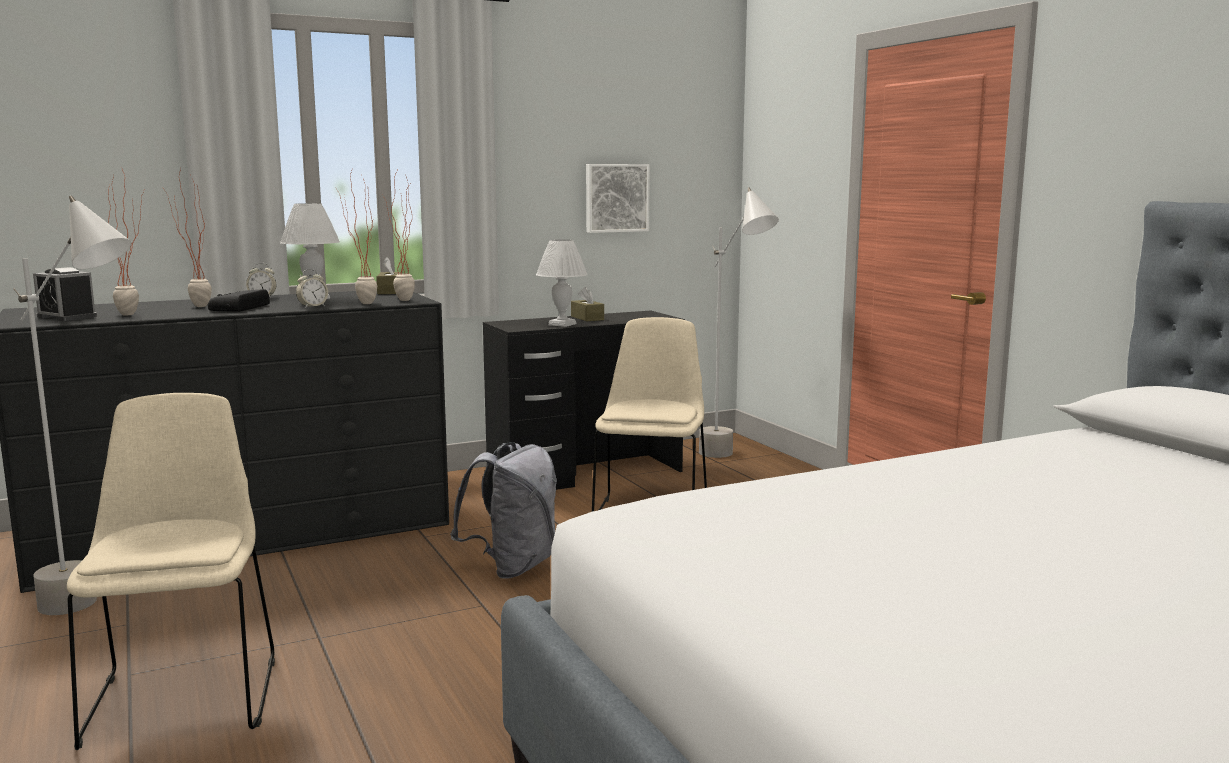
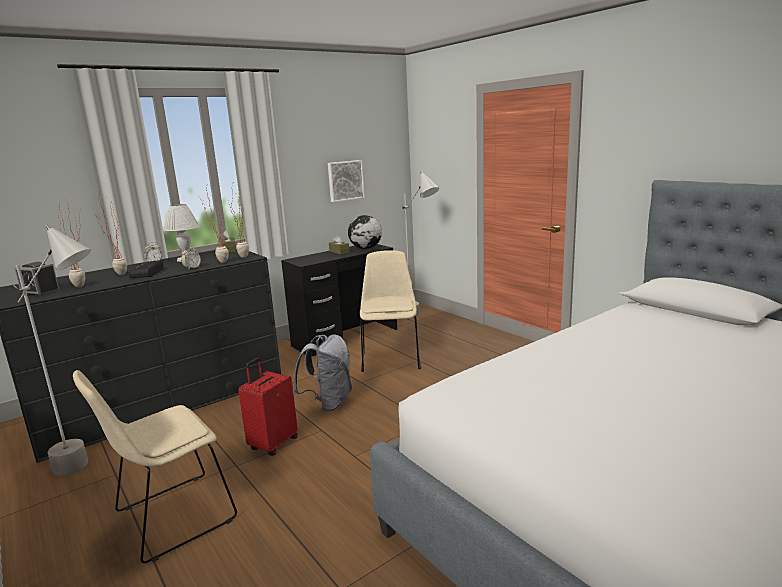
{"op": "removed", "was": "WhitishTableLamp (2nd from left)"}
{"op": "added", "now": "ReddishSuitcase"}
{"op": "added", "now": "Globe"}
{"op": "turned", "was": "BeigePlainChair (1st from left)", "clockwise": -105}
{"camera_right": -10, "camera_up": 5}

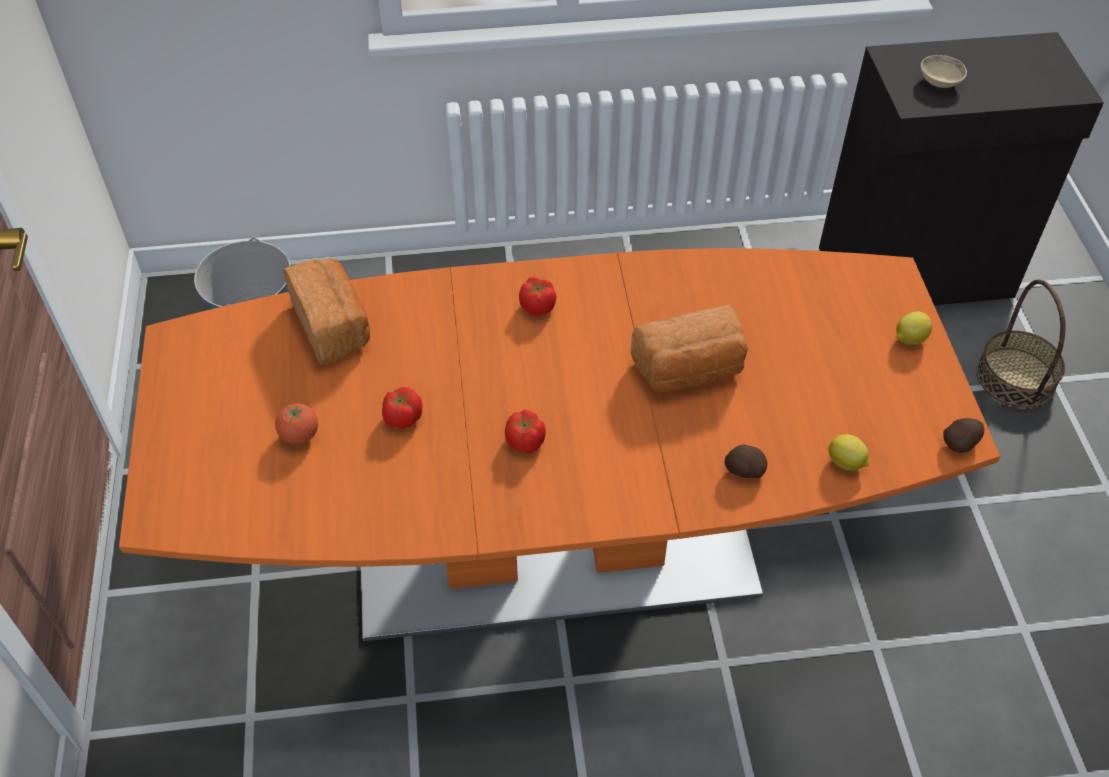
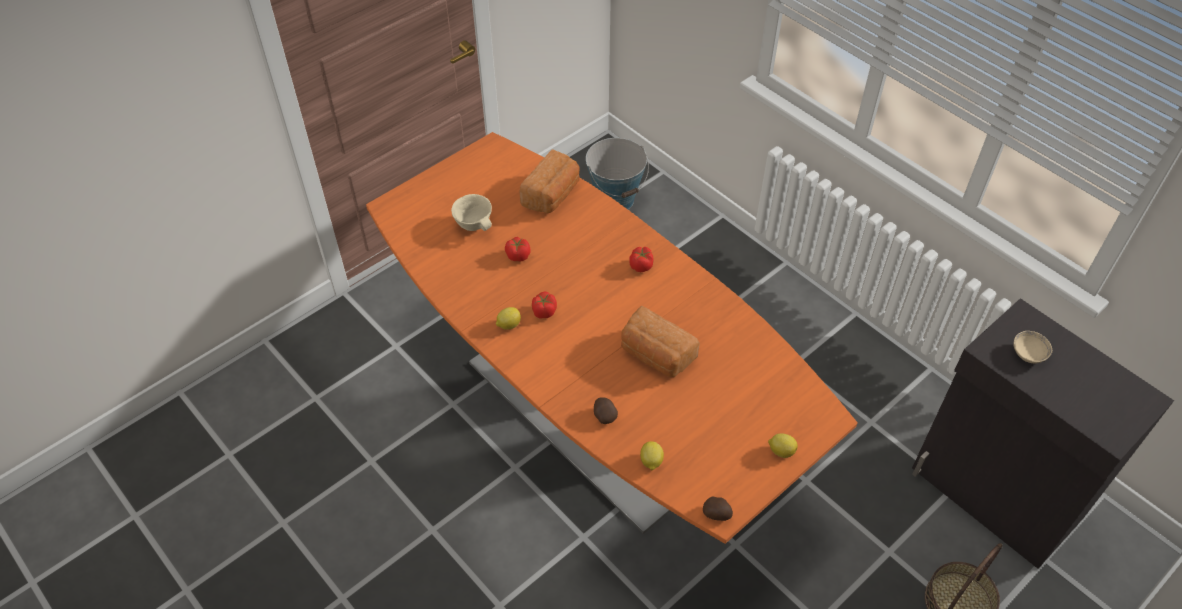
{"op": "added", "now": "CitrusFruit (1st from left)"}
{"op": "replaced", "was": "FreshTomato (1st from left)", "now": "BeigeServingBowl (1st from left)"}
{"camera_right": 55, "camera_up": 0}

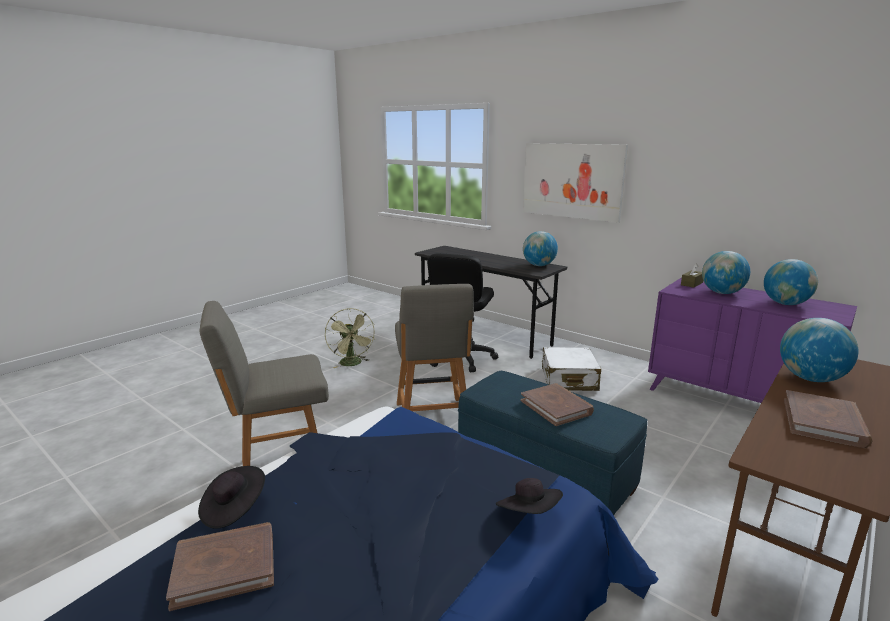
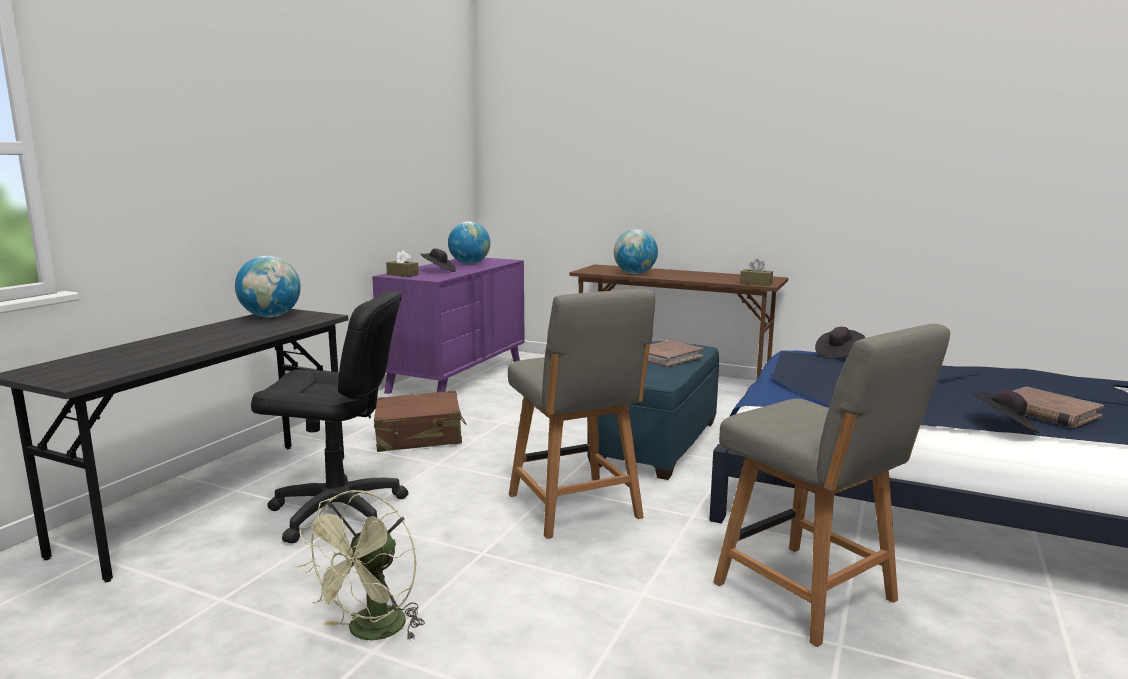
{"op": "removed", "was": "WallArt"}
{"op": "removed", "was": "BrownColouredBoundBook (3rd from left)"}
{"op": "added", "now": "BrownColouredTissueHolder (2nd from left)"}
{"op": "replaced", "was": "Globe (2nd from left)", "now": "BlackColouredClothingHat (1st from left)"}
{"op": "recoloured", "was": "WhitishSuitcase", "now": "BrownColouredSuitcase"}
{"op": "turned", "was": "GreenColouredCoolingFan", "clockwise": 150}
{"op": "turned", "was": "GreyishPlainChair (2nd from left in the first image)", "clockwise": 90}
{"camera_right": -105, "camera_up": -5}

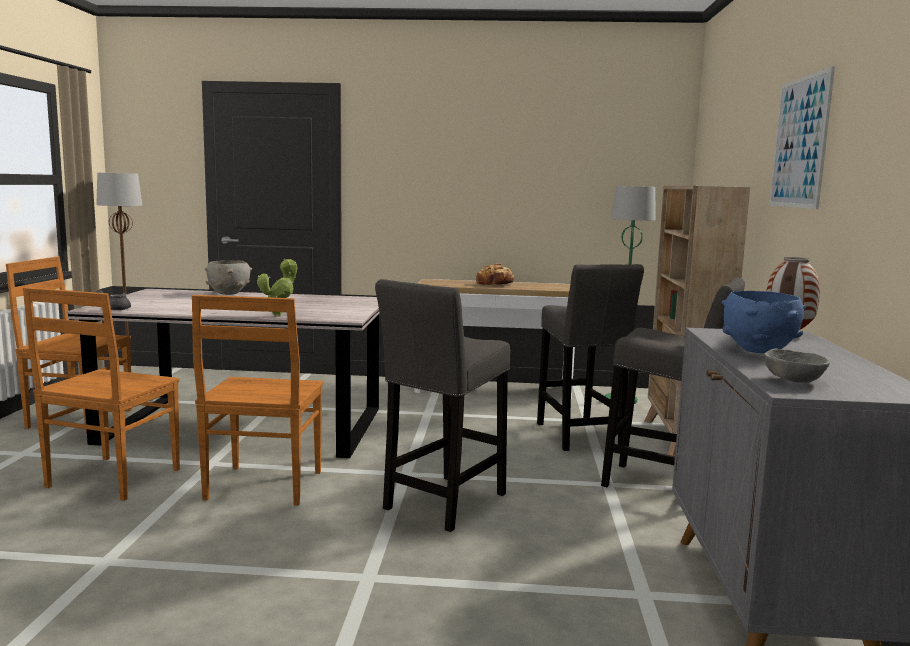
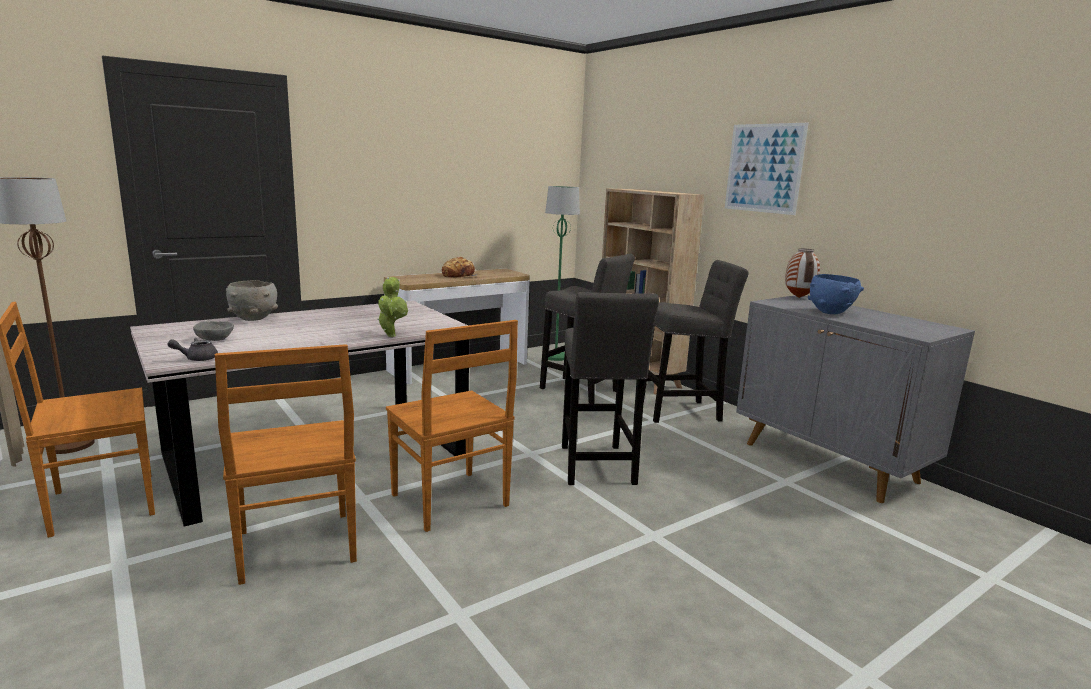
{"op": "moved", "was": "GreyishServingBowl (2nd from left in the first image)", "now": "GreyishServingBowl (1st from left)"}
{"camera_right": -40, "camera_up": 5}

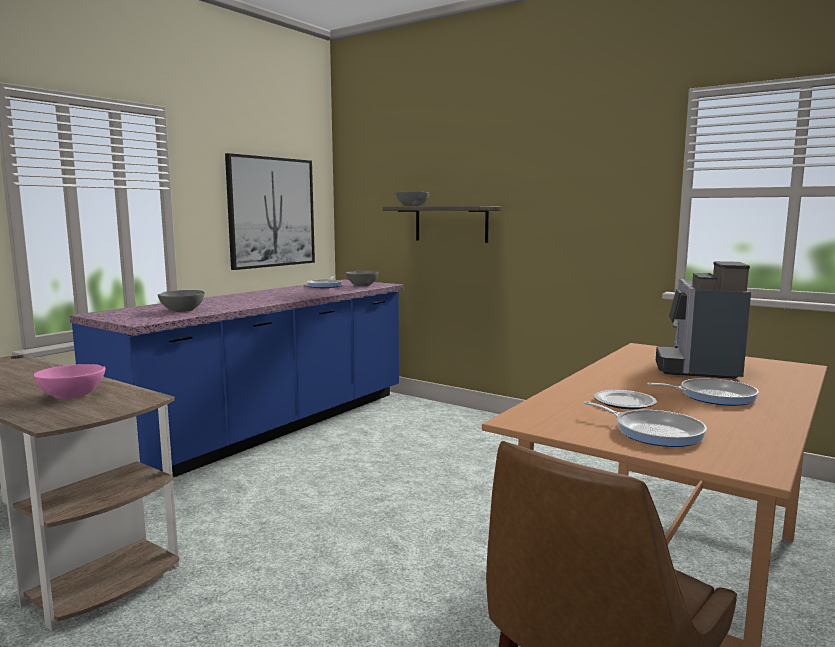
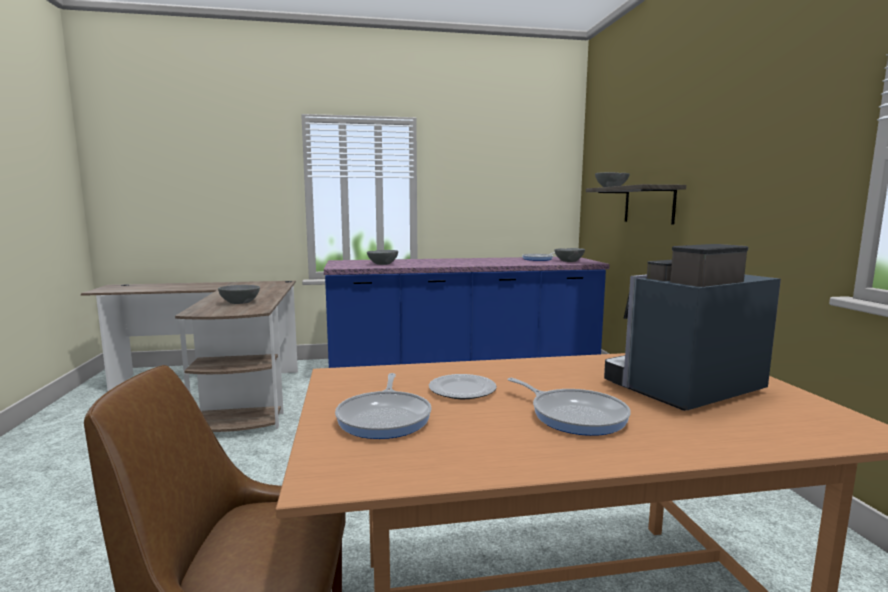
{"op": "removed", "was": "WallArt"}
{"op": "recoloured", "was": "PinkServingBowl", "now": "GreyishServingBowl (1st from left)"}
{"camera_right": 45, "camera_up": 0}

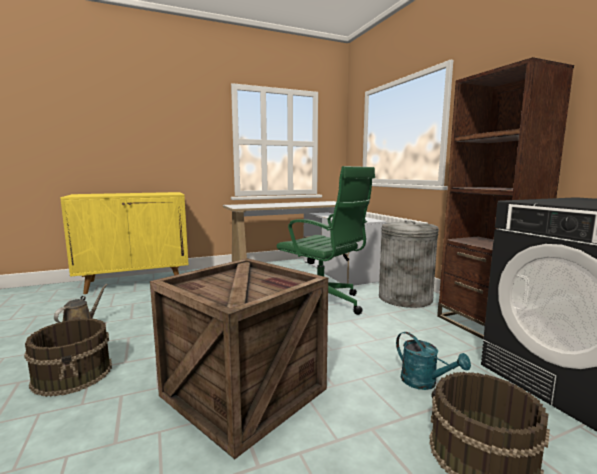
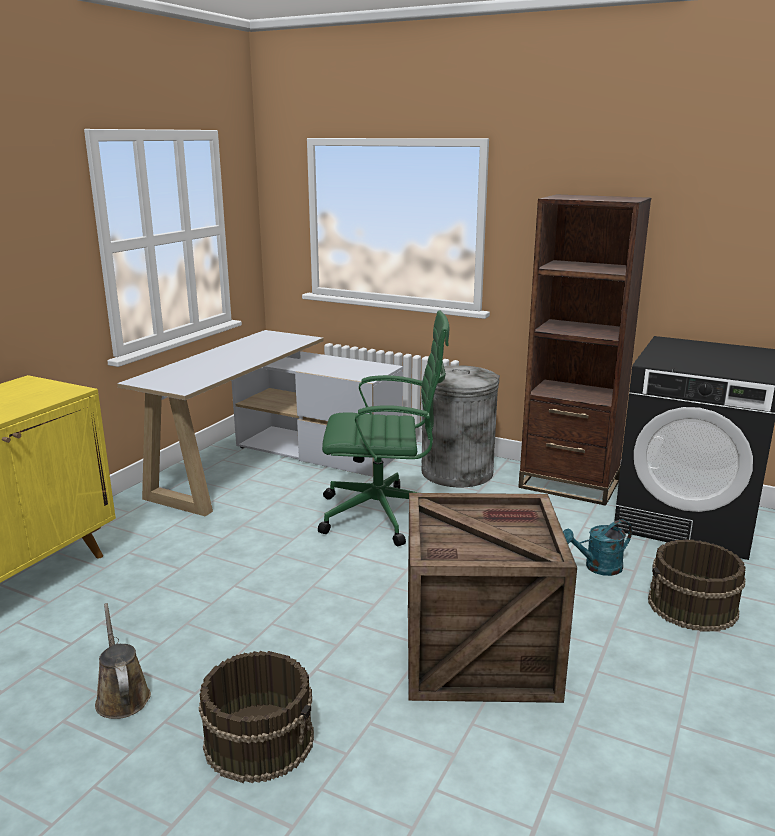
{"op": "turned", "was": "BlueGreenSprinklingCan", "clockwise": 150}
{"camera_right": -40, "camera_up": 10}

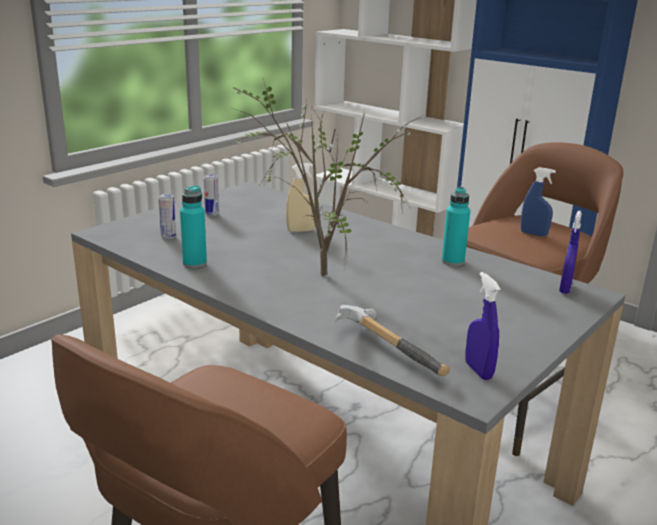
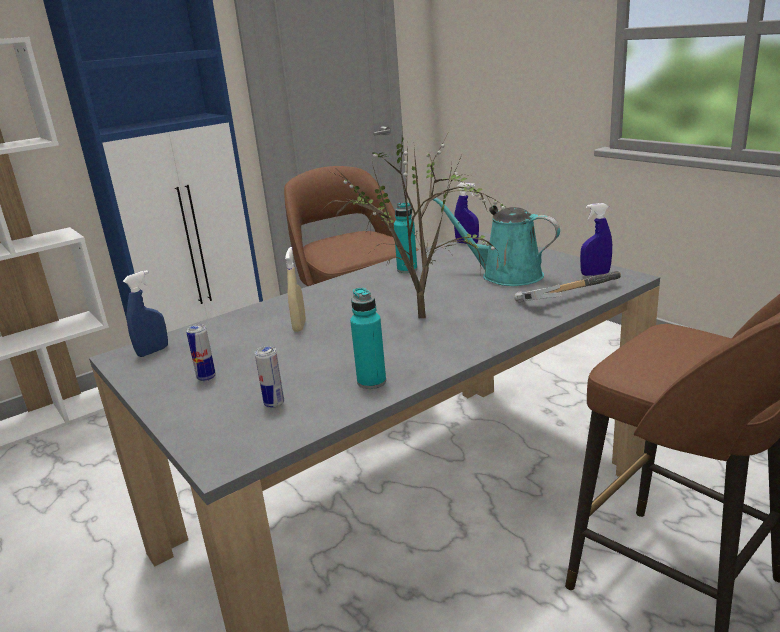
{"op": "added", "now": "BlueGreenSprinklingCan"}
{"op": "moved", "was": "BluishSprayBottle (2nd from left in the first image)", "now": "BluishSprayBottle (1st from left)"}
{"camera_right": -75, "camera_up": 0}

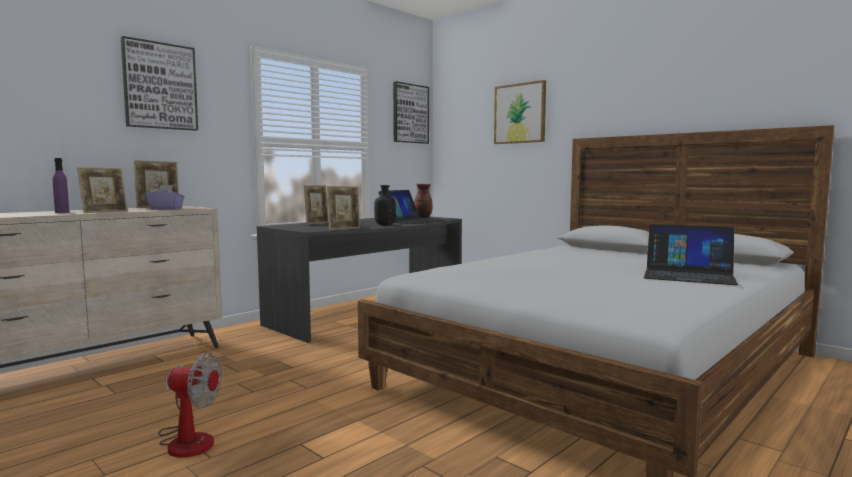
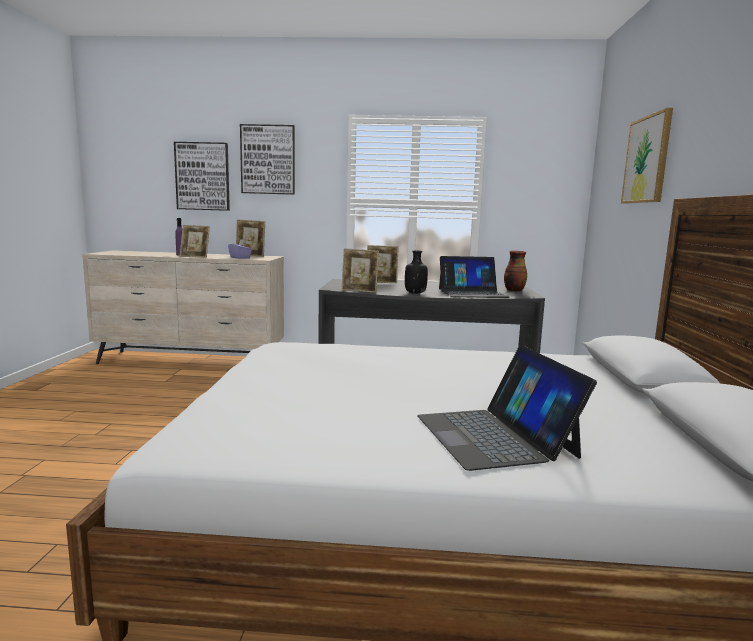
{"op": "removed", "was": "CoolingFan"}
{"op": "moved", "was": "WallArt (2nd from left in the first image)", "now": "WallArt (1st from left)"}
{"camera_right": 50, "camera_up": 5}

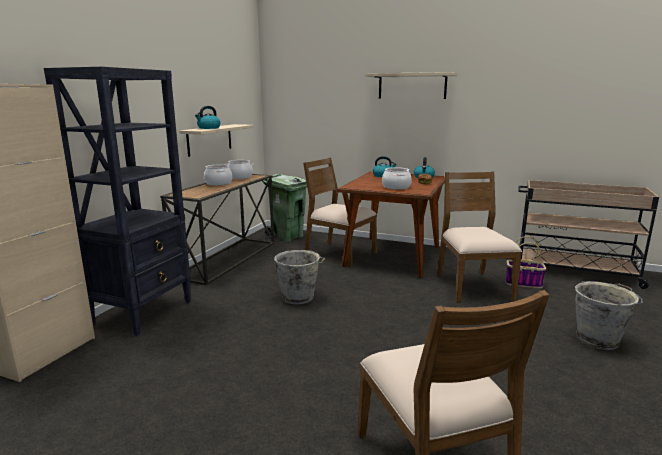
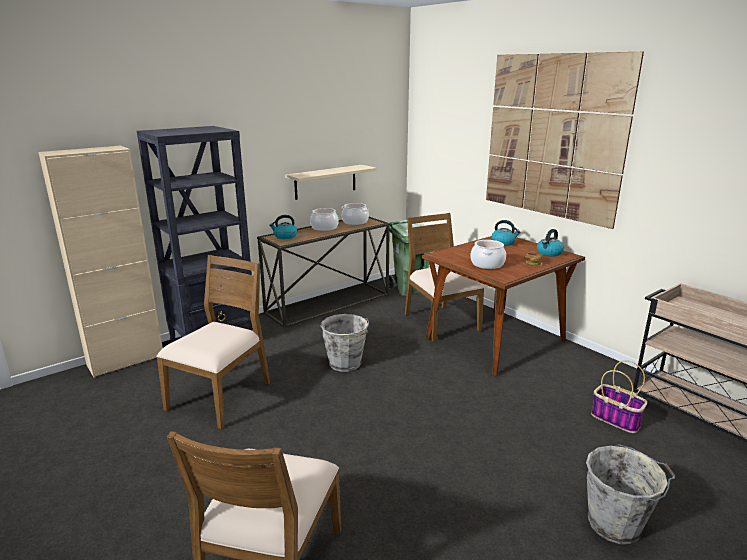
{"op": "moved", "was": "WaterKettle (1st from left)"}
{"op": "moved", "was": "BrownColouredPlainChair (3rd from left in the first image)", "now": "BrownColouredPlainChair (1st from left)"}
{"op": "replaced", "was": "BeigeWallShelf (2nd from left)", "now": "WallArt"}
{"camera_right": 30, "camera_up": 5}

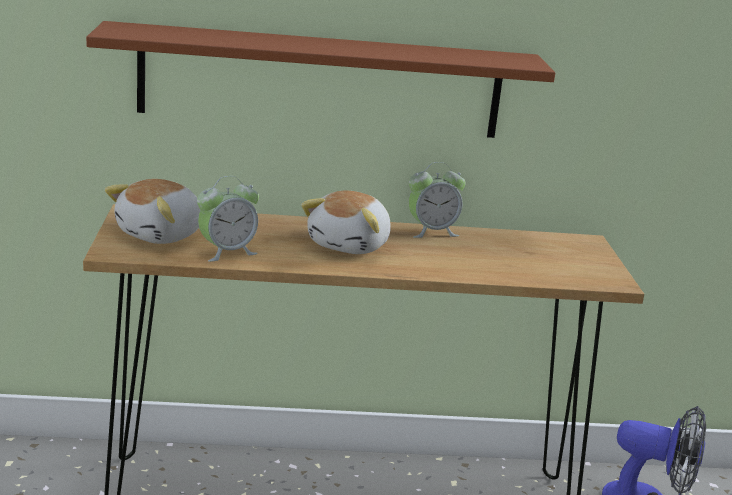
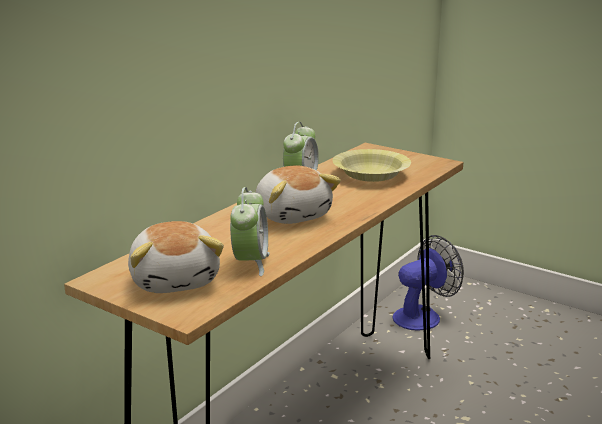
{"op": "removed", "was": "BrownColouredWallShelf"}
{"op": "added", "now": "YellowishServingBowl"}
{"camera_right": -50, "camera_up": 0}

